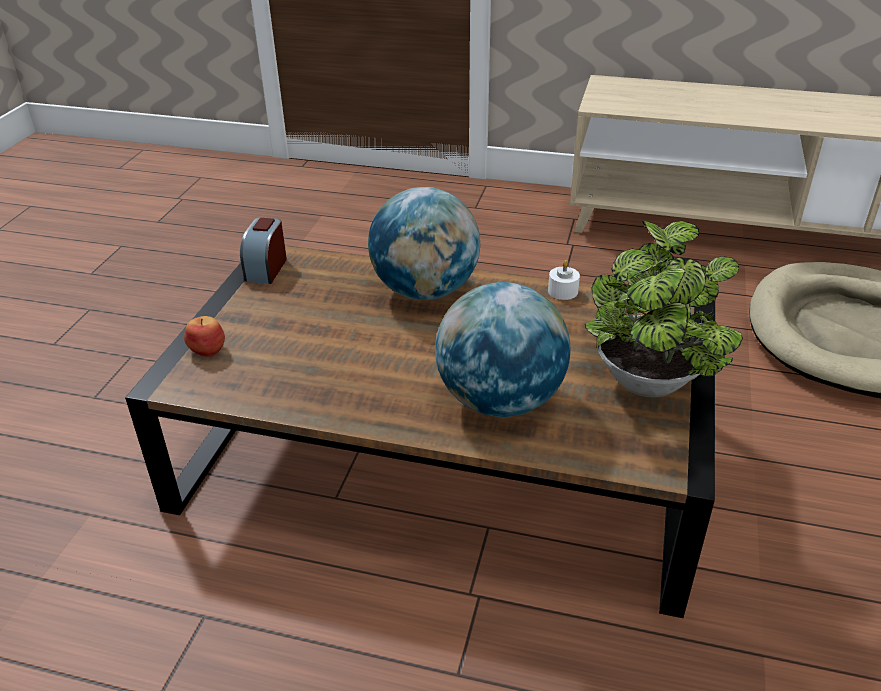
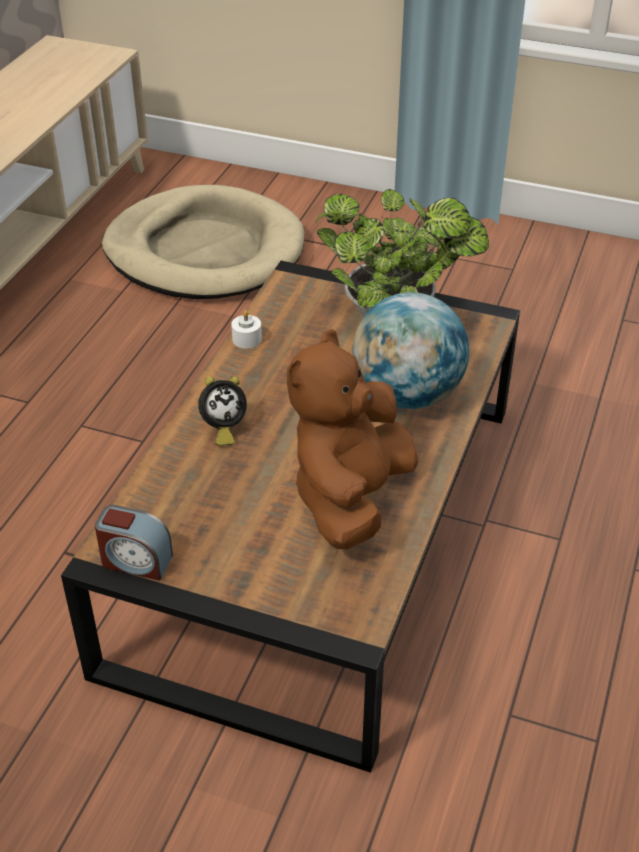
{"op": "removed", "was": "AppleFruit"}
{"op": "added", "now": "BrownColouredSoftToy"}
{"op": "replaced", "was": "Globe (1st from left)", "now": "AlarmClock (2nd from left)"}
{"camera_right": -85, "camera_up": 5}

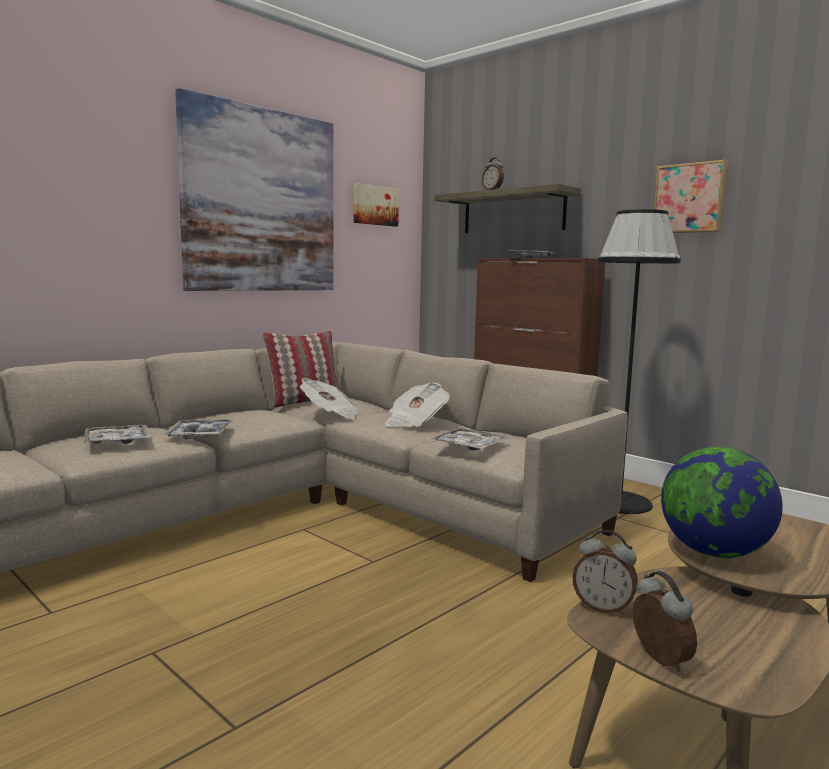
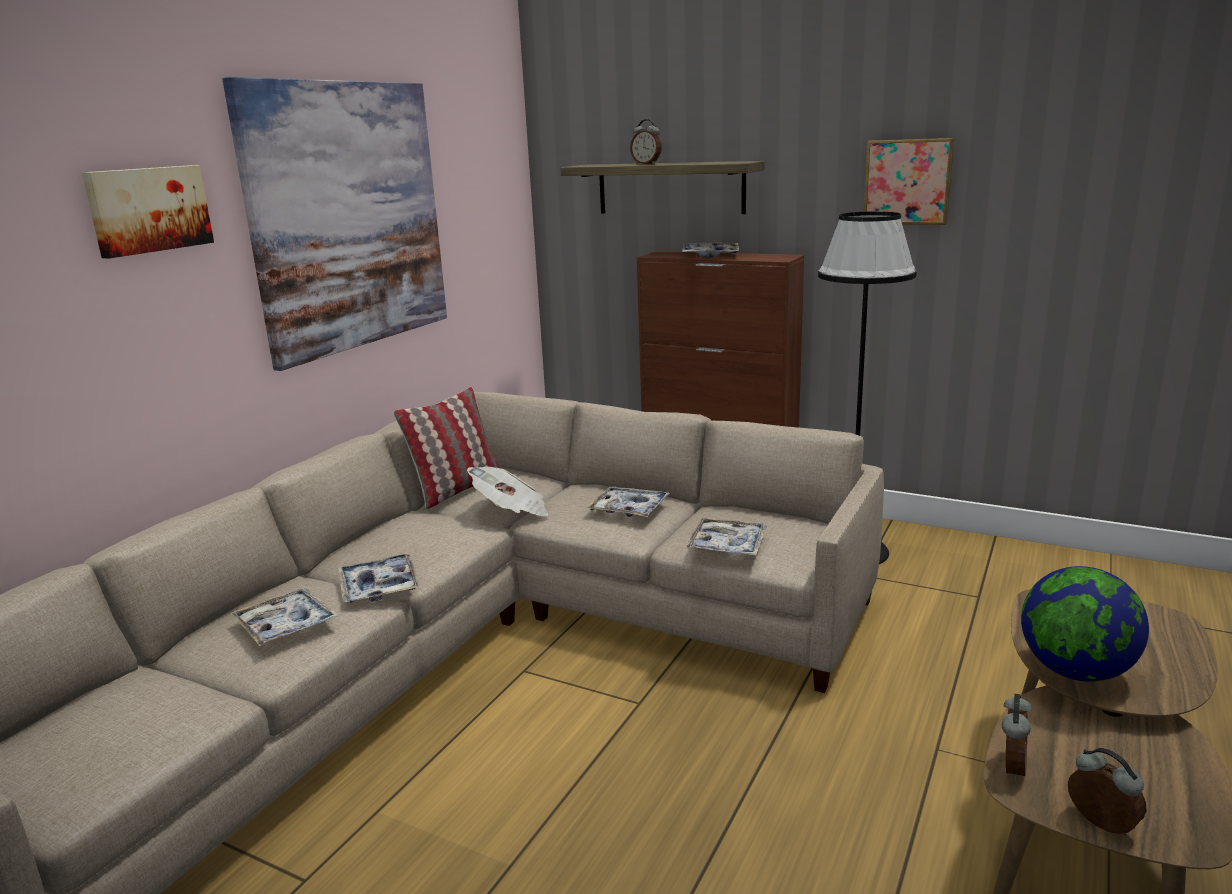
{"op": "moved", "was": "WallArt (2nd from left in the first image)", "now": "WallArt (1st from left)"}
{"op": "replaced", "was": "DailyPaper (2nd from left)", "now": "CarryingTray (3rd from left)"}
{"op": "turned", "was": "AlarmClock (2nd from left)", "clockwise": -75}
{"camera_right": -15, "camera_up": 10}

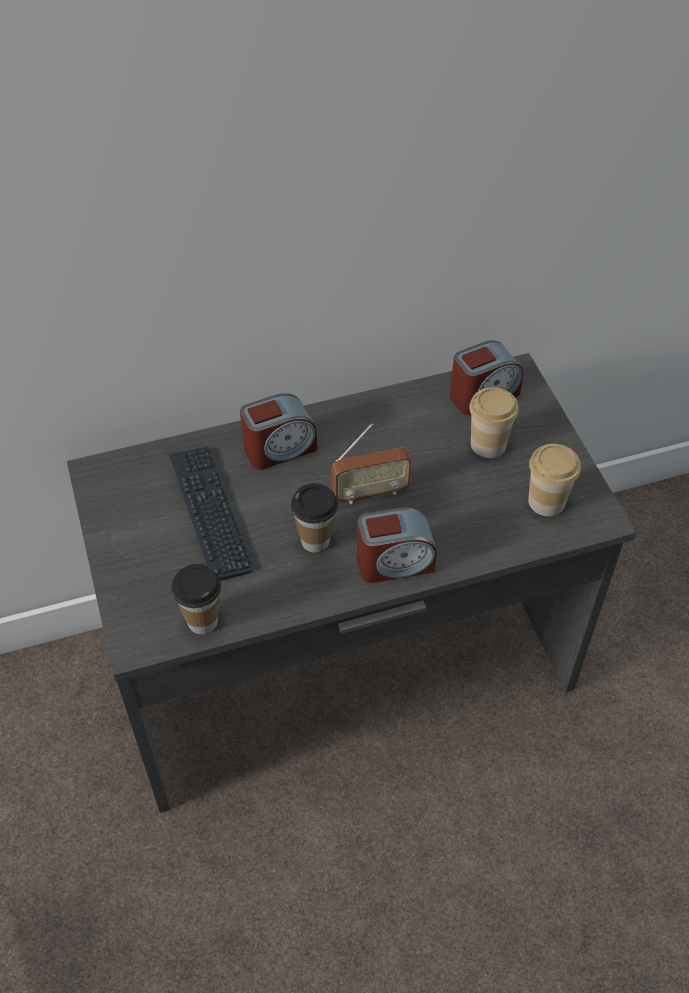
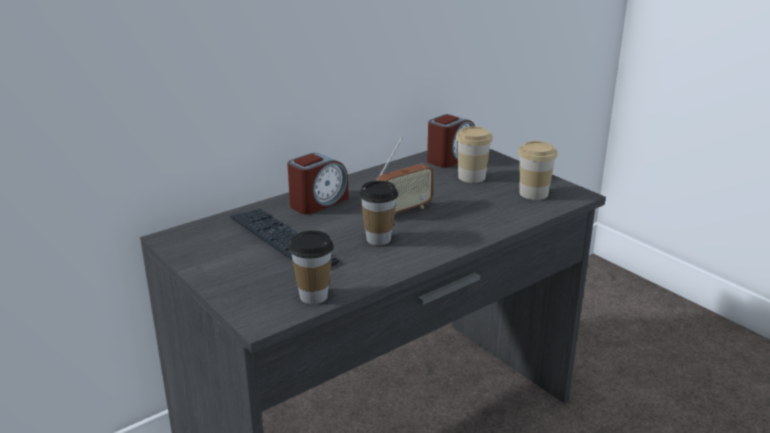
{"op": "removed", "was": "AlarmClock (2nd from left)"}
{"camera_right": -20, "camera_up": -25}

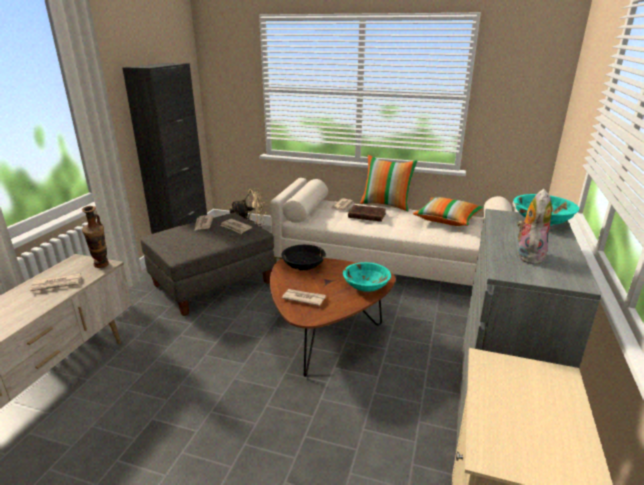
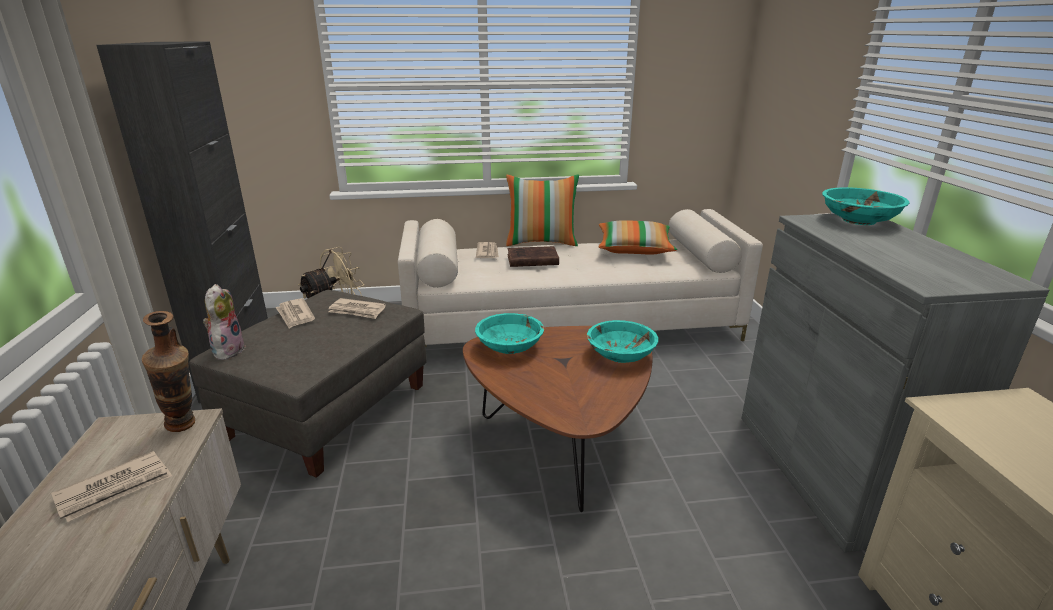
{"op": "removed", "was": "DailyPaper (4th from left)"}
{"op": "moved", "was": "SoftToy"}
{"op": "recoloured", "was": "BlackColouredServingBowl", "now": "BlueGreenServingBowl (1st from left)"}
{"camera_right": -25, "camera_up": 0}

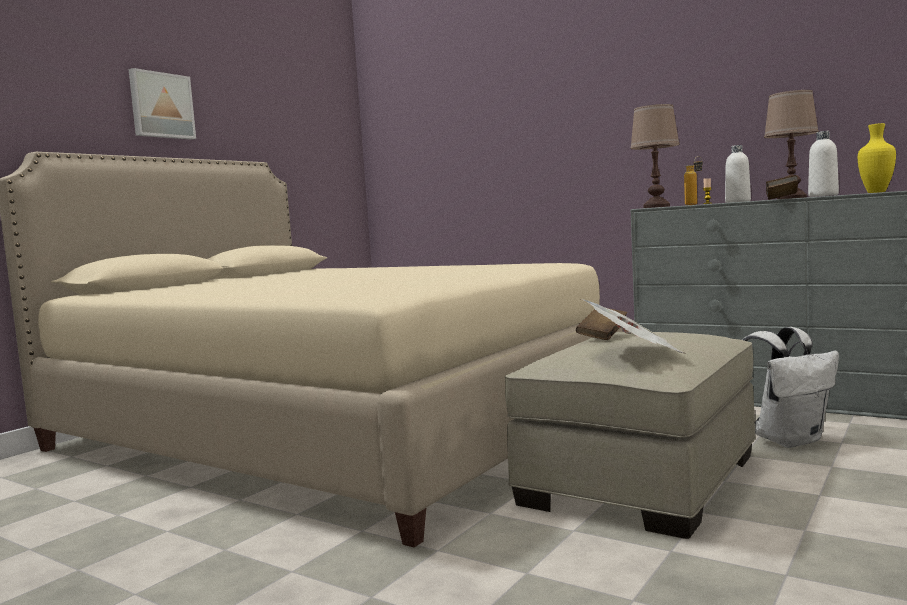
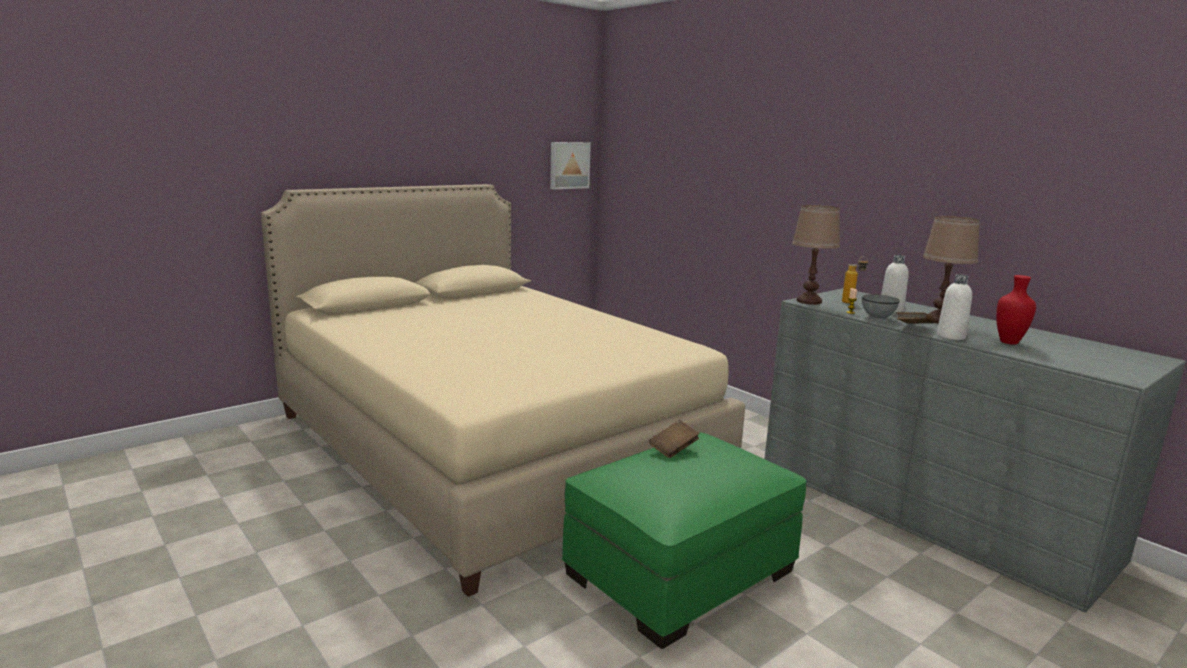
{"op": "removed", "was": "DailyPaper"}
{"op": "removed", "was": "WhitishBackpack"}
{"op": "added", "now": "GreyishServingBowl"}
{"op": "moved", "was": "WallArt"}
{"op": "recoloured", "was": "BeigeOttoman", "now": "GreenColouredOttoman"}
{"op": "recoloured", "was": "YellowishFlowerVase", "now": "ReddishFlowerVase"}
{"camera_right": 15, "camera_up": 10}

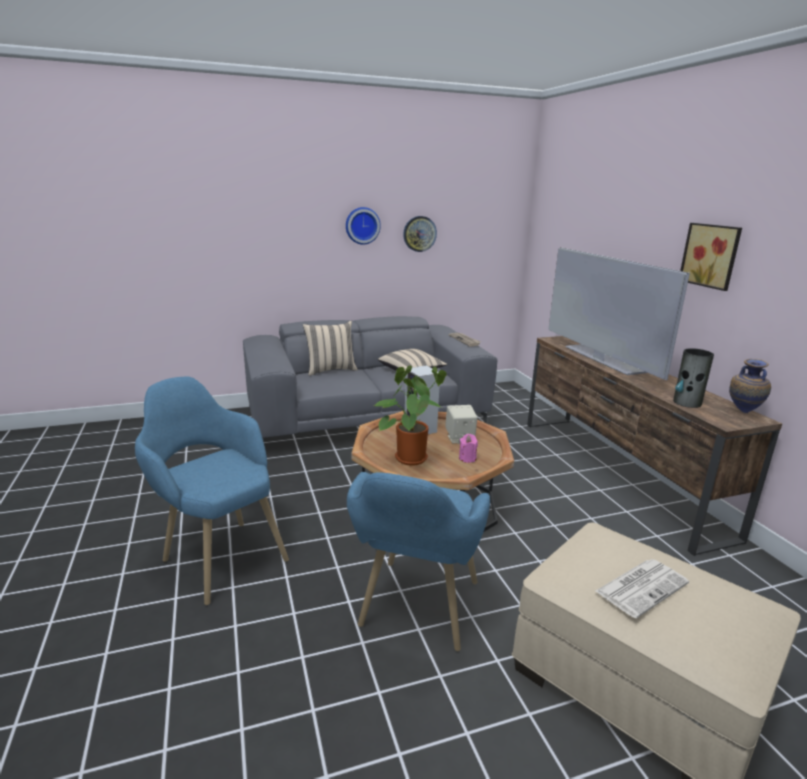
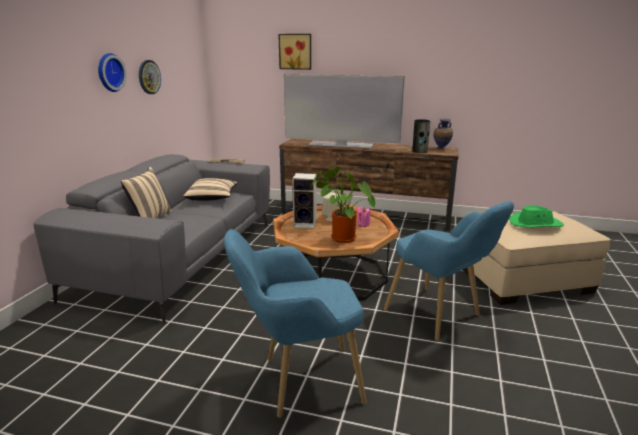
{"op": "moved", "was": "WallArt"}
{"op": "replaced", "was": "DailyPaper (2nd from left)", "now": "GreenColouredClothingHat"}
{"camera_right": -55, "camera_up": 0}

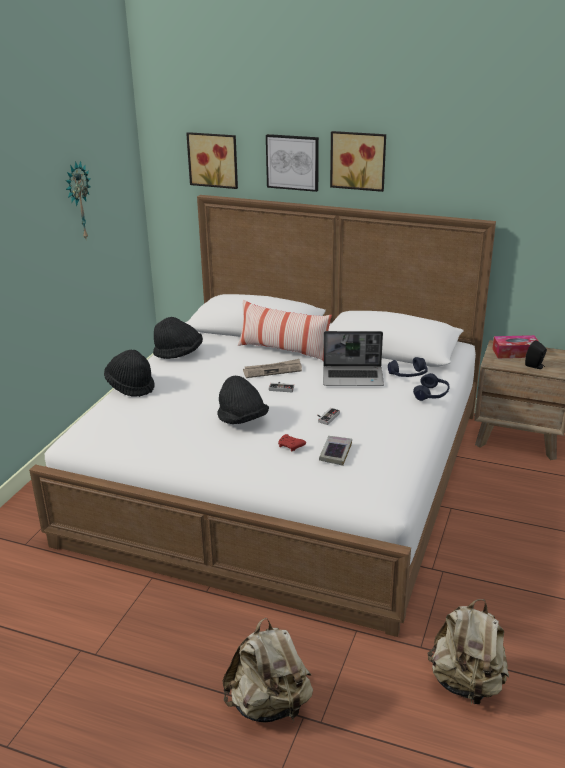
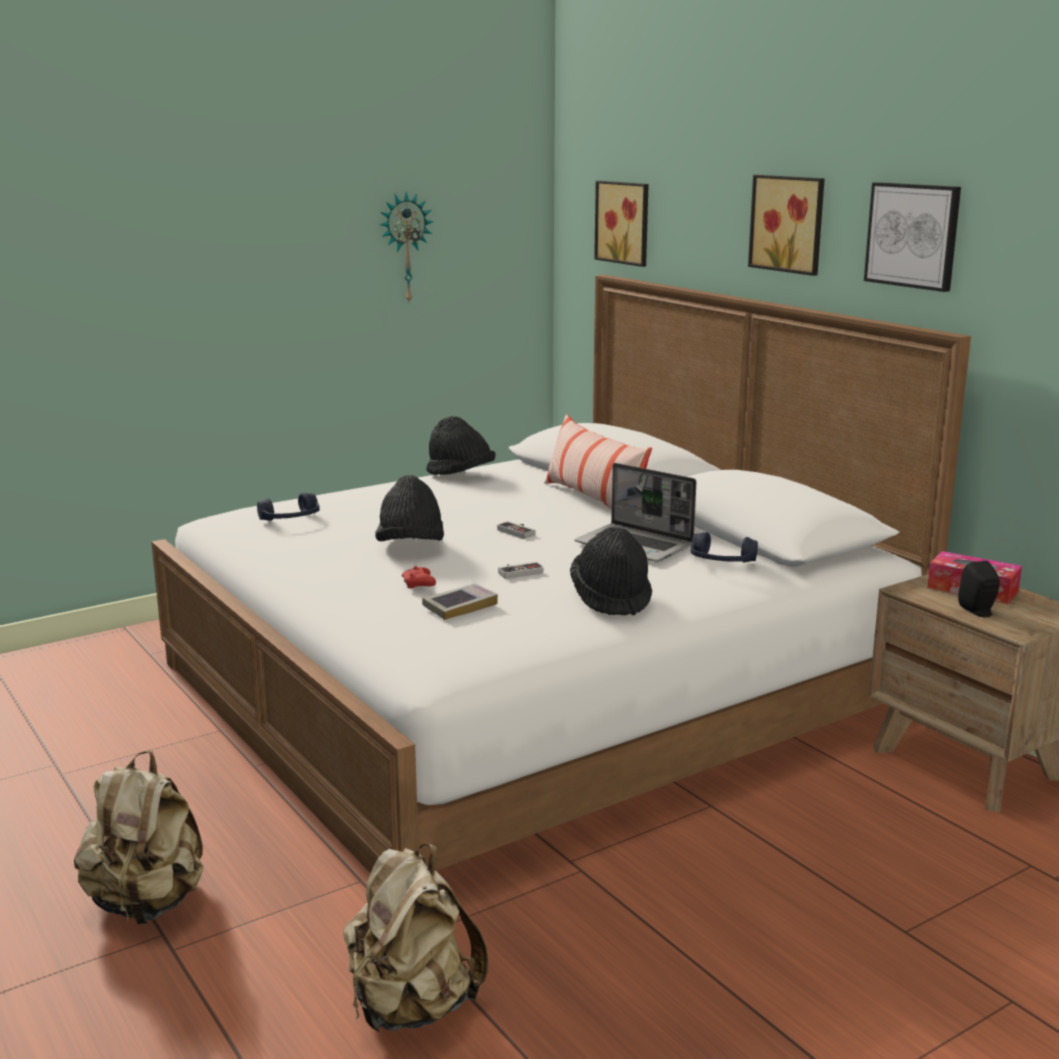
{"op": "removed", "was": "DailyPaper"}
{"op": "moved", "was": "BlackColouredClothingHat (1st from left in the first image)", "now": "BlackColouredClothingHat (3rd from left)"}
{"op": "moved", "was": "WallArt (2nd from left in the first image)", "now": "WallArt (3rd from left)"}
{"op": "moved", "was": "BluishHeadphones (2nd from left in the first image)", "now": "BluishHeadphones (1st from left)"}
{"camera_right": 35, "camera_up": -10}

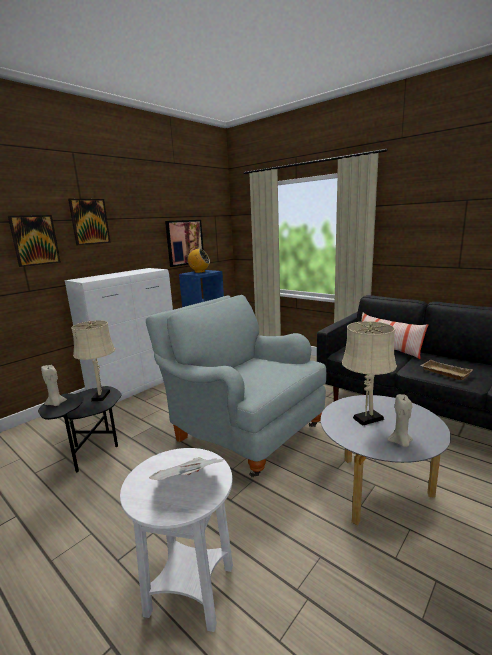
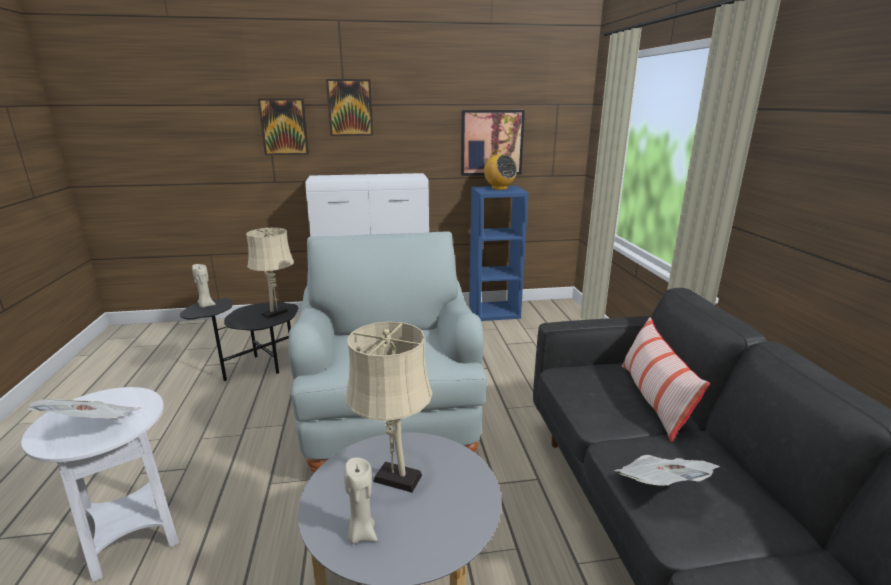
{"op": "replaced", "was": "BeigeCarryingTray", "now": "DailyPaper (2nd from left)"}
{"camera_right": 40, "camera_up": 5}

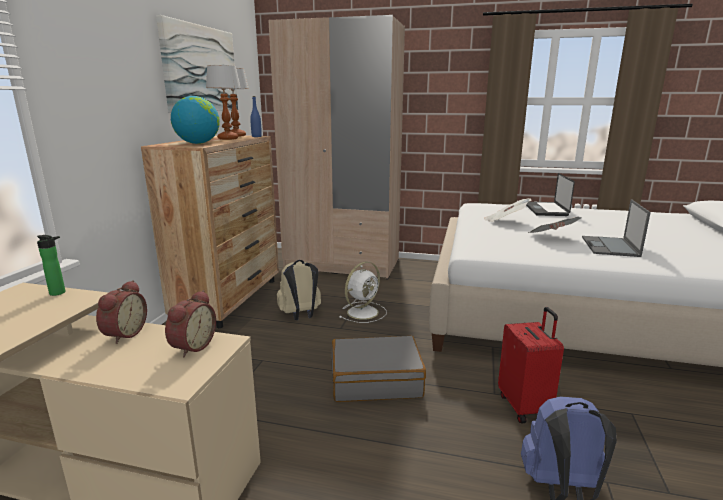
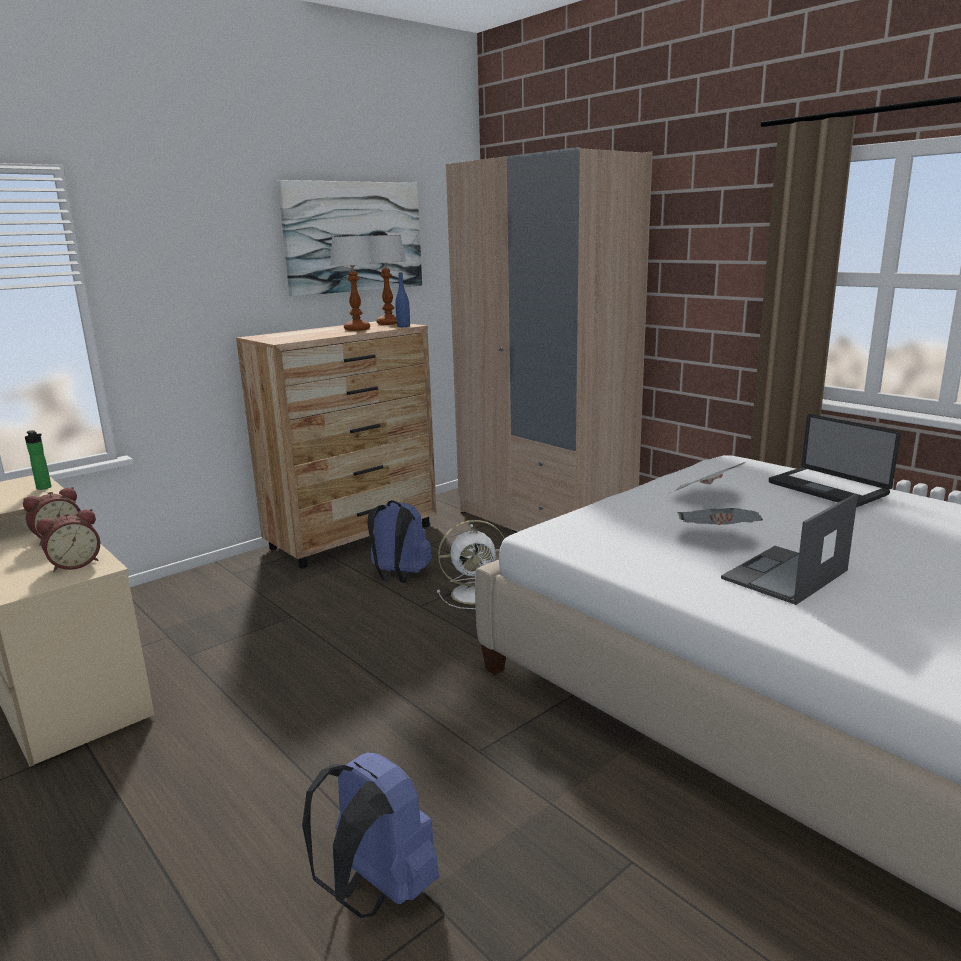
{"op": "removed", "was": "Globe"}
{"op": "removed", "was": "GreyishSuitcase"}
{"op": "removed", "was": "ReddishSuitcase"}
{"op": "recoloured", "was": "BeigeBackpack", "now": "BluishBackpack (2nd from left)"}
{"op": "turned", "was": "NotebookComputer (1st from left in the first image)", "clockwise": -75}
{"camera_right": 35, "camera_up": 0}

